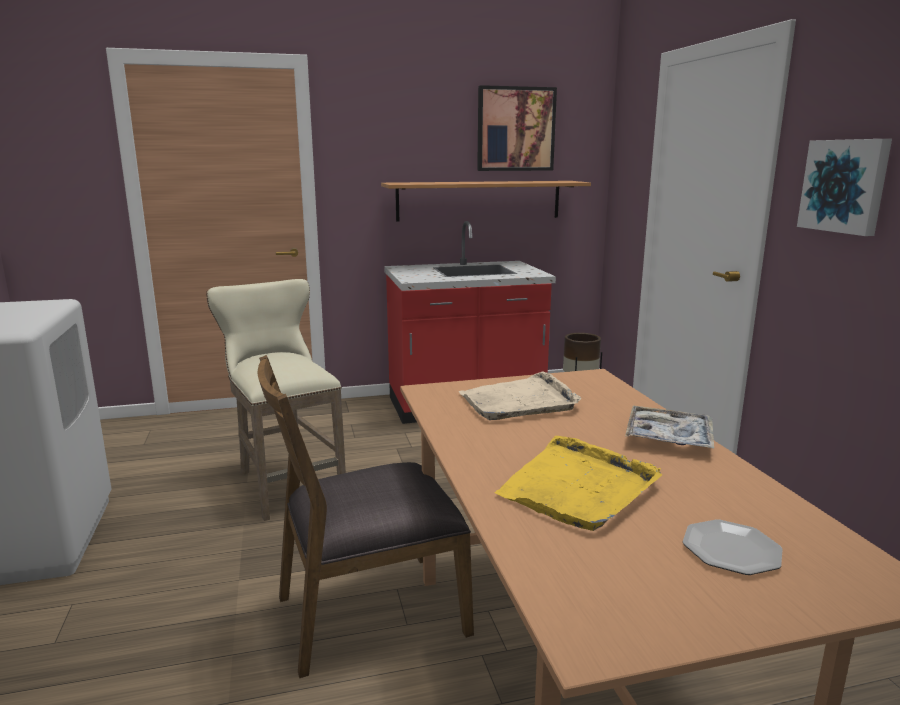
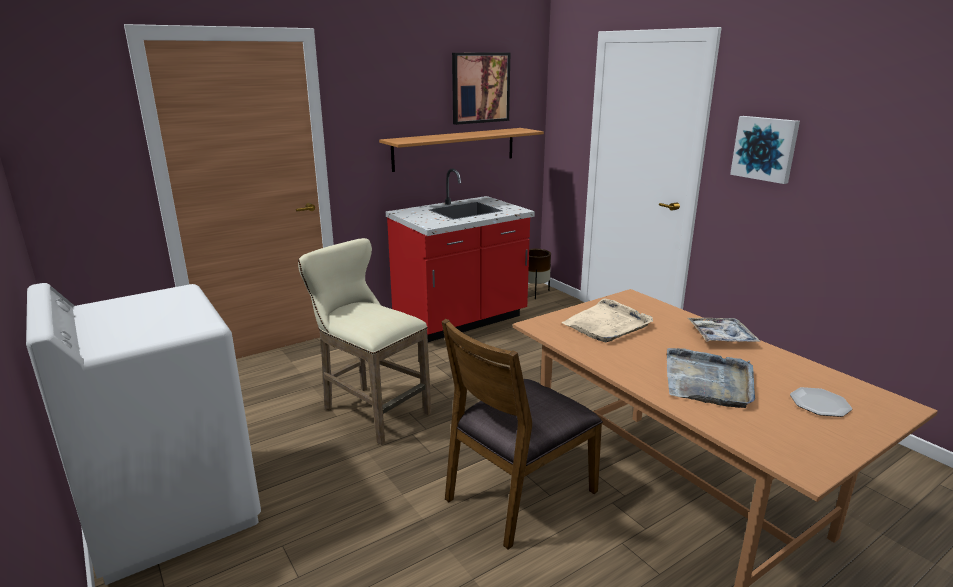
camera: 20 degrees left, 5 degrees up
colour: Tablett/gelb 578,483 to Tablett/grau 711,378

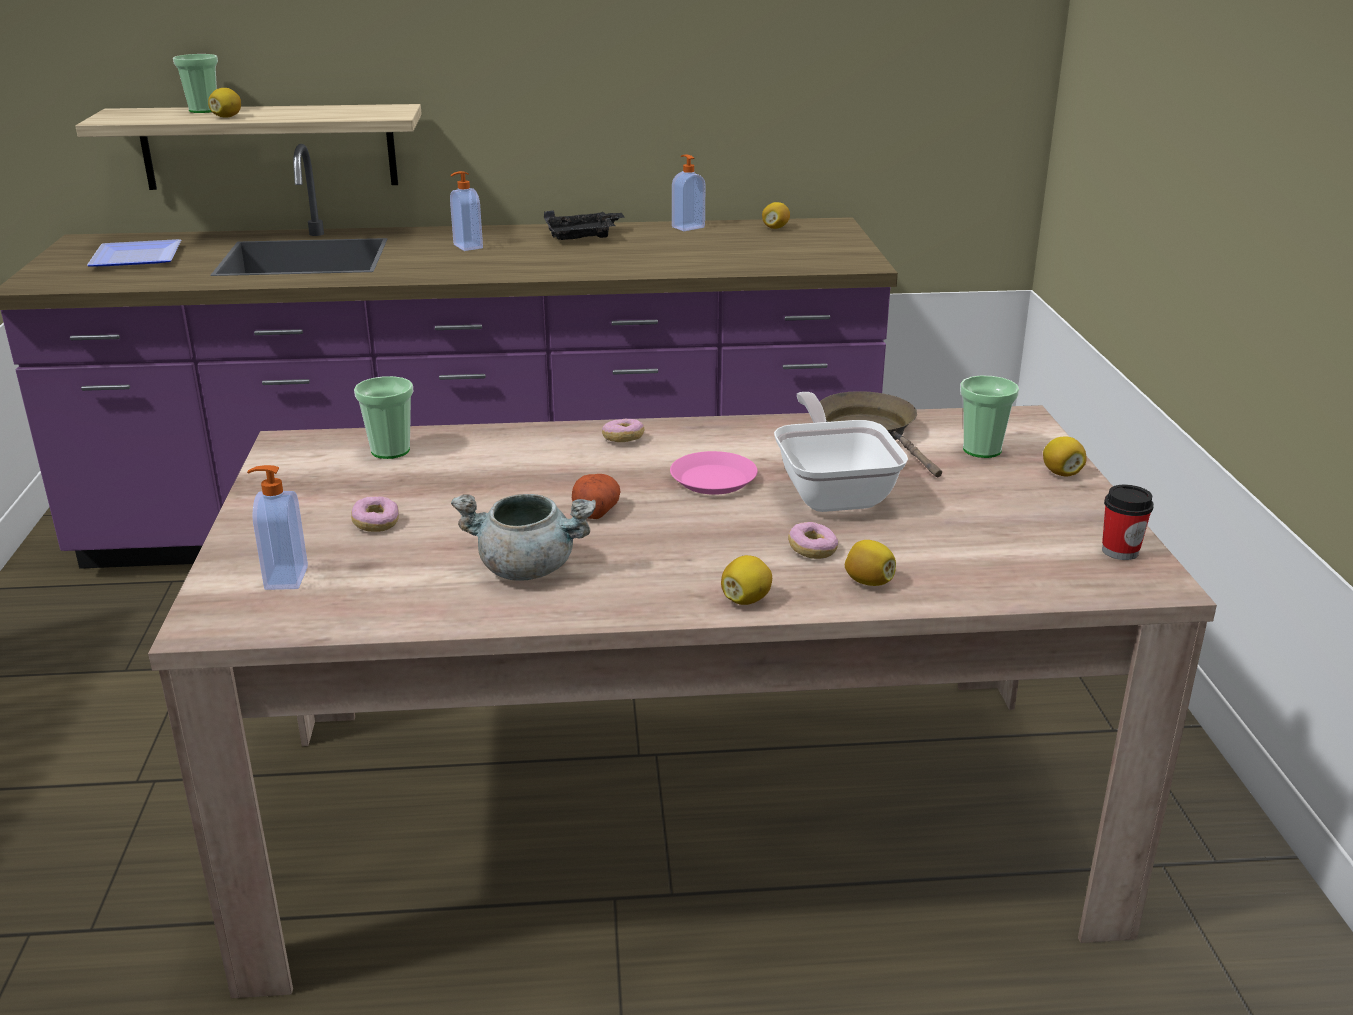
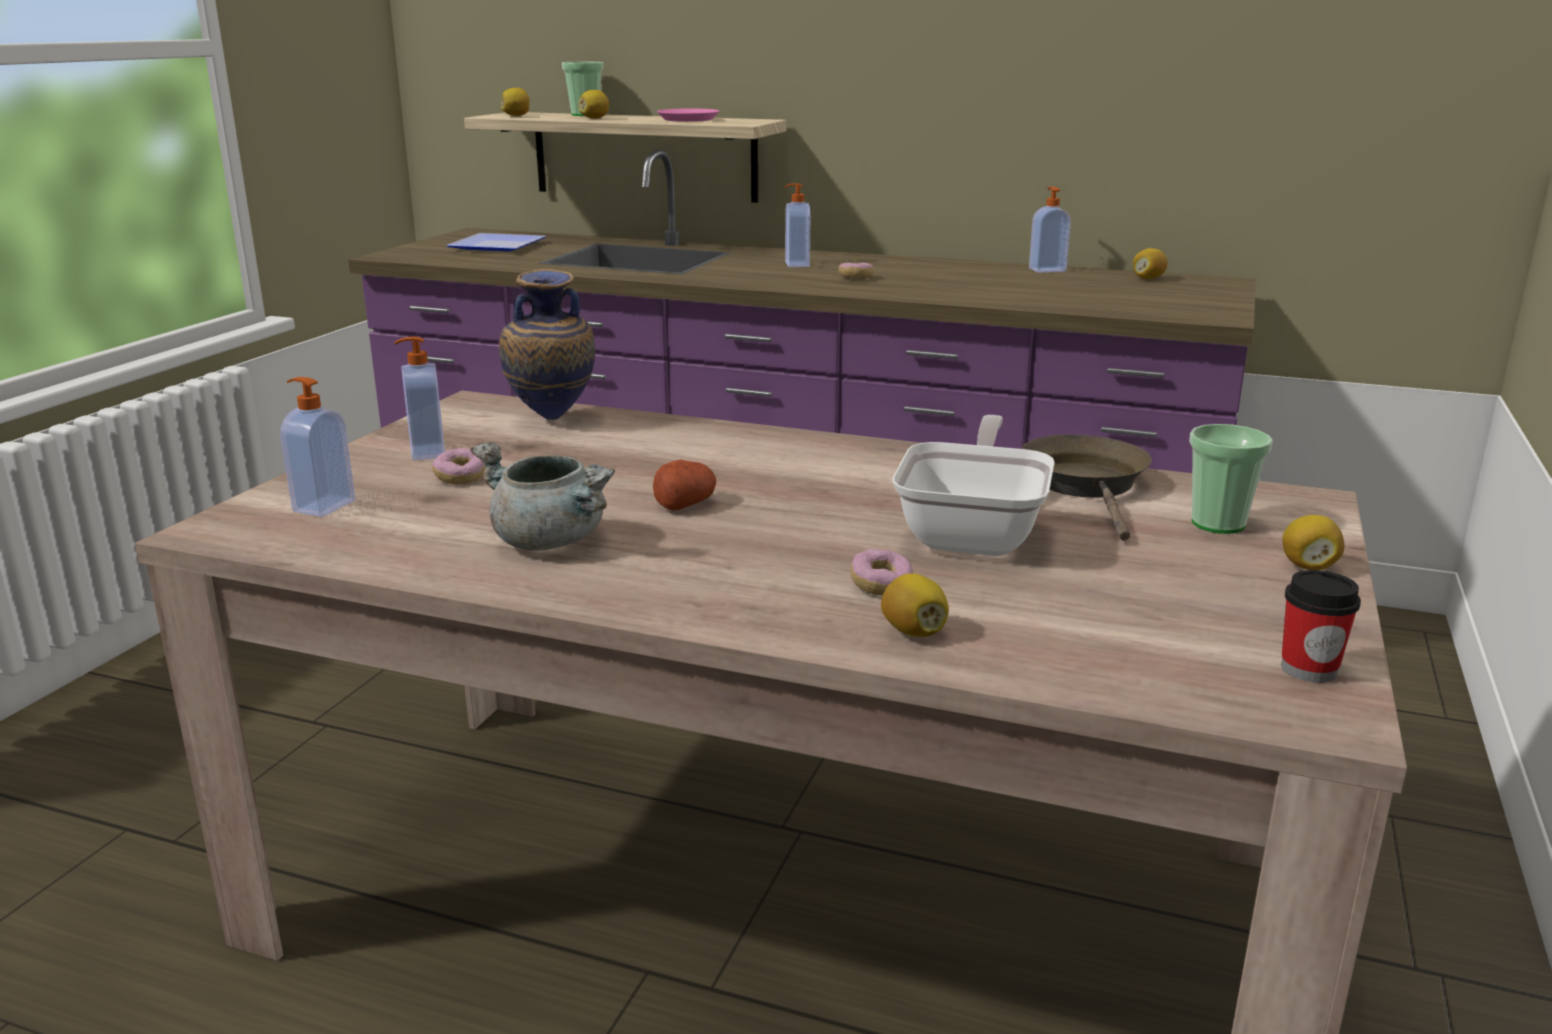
camera: 25 degrees right, 5 degrees down
missing: Tablett/schwarz 584,225
appeared: Seifenspender 419,399
relocated: Zitrone 746,580 to 515,102; Teller/rosa 714,473 to 688,115; Donut 623,430 to 856,269
exchanged: Tasse 383,417 to Vase 547,344

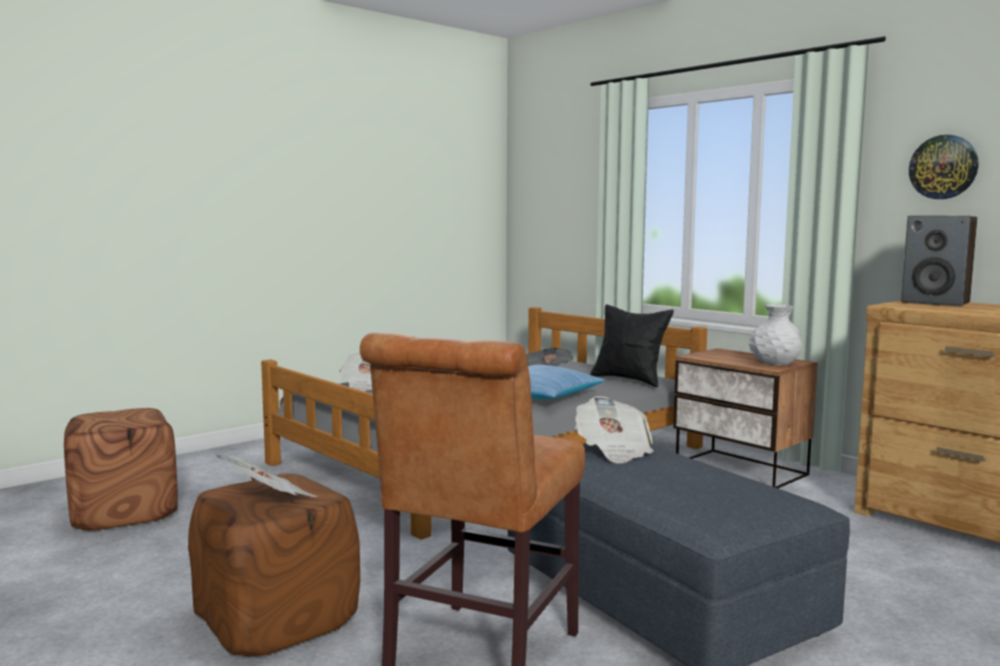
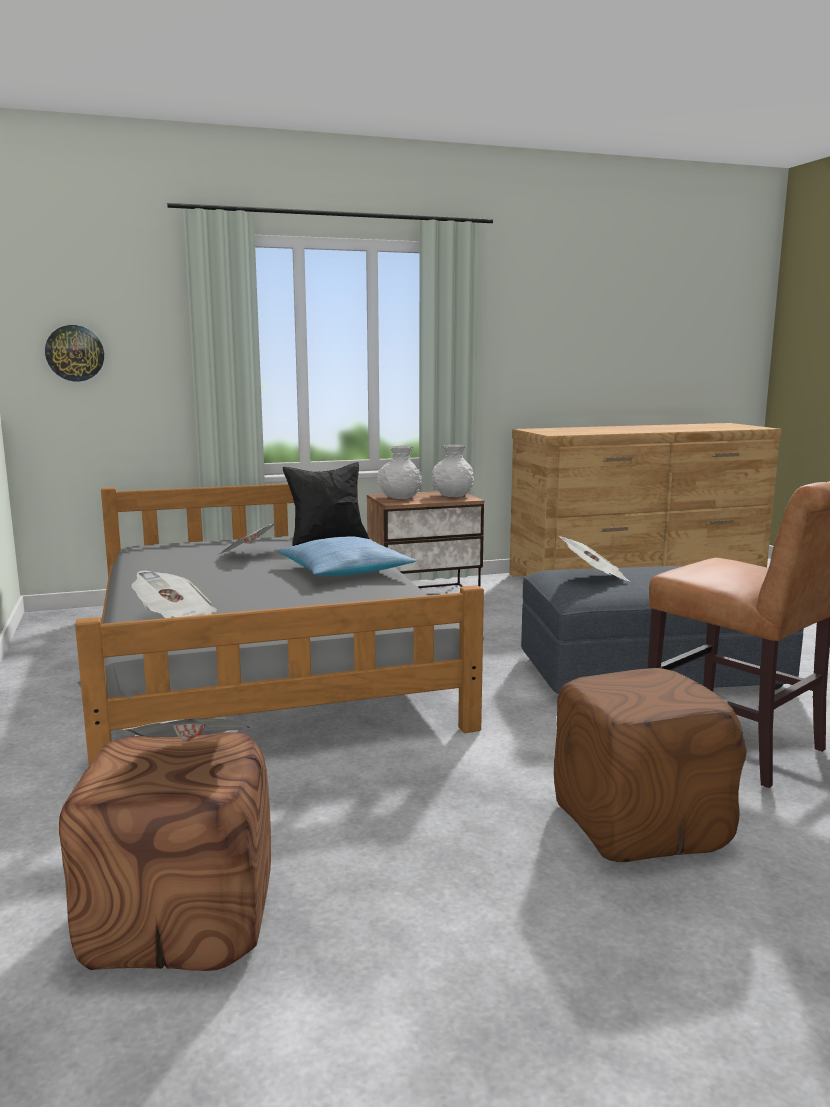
camera: 65 degrees left, 5 degrees up
missing: Lautsprecher 939,261
appeared: Vase/weiß 399,472
relocated: Wanduhr 943,167 to 74,353; Zeitung 264,475 to 184,729

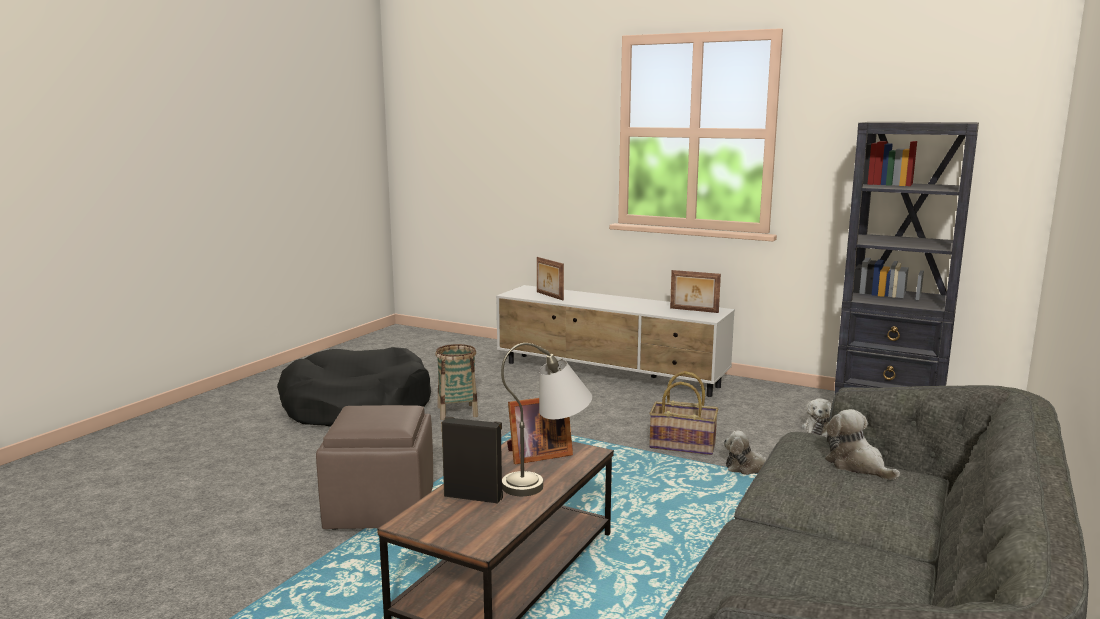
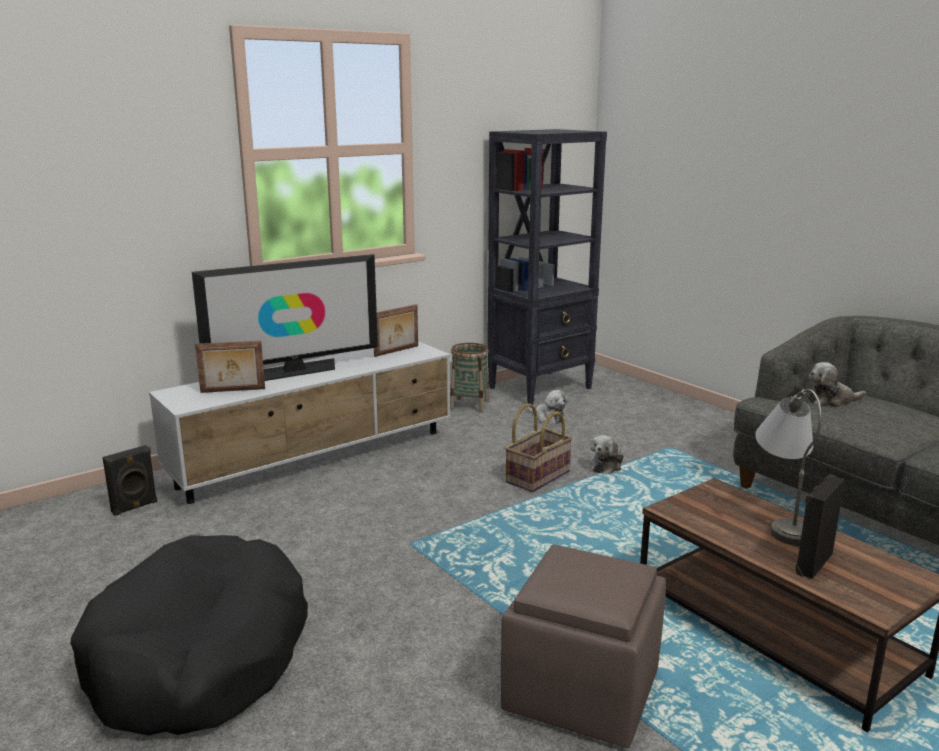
camera: 65 degrees left, 5 degrees up
missing: Bilderrahmen 540,431
appeared: Lautsprecher/schwarz 130,480; Fernseher 285,317
relocated: Korb 456,382 to 470,378

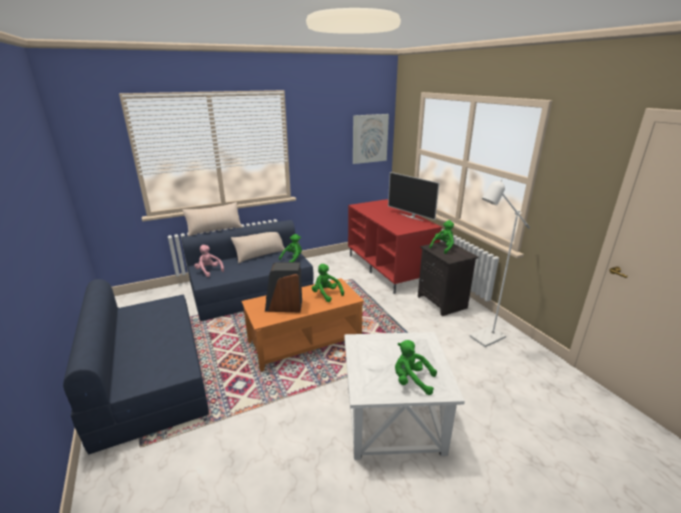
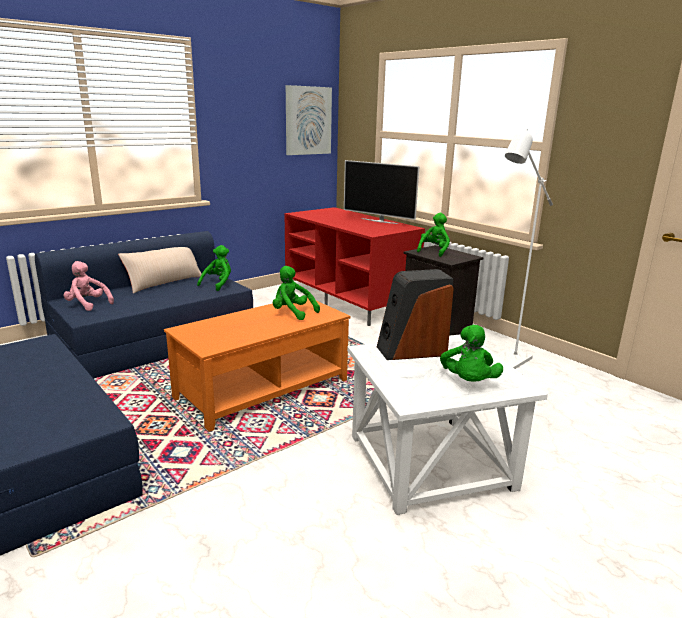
camera: 15 degrees left, 5 degrees down
missing: Kissen/beige 212,219
relocated: Lautsprecher 283,287 to 415,314
spun: Plüschtier/grün 416,367 = 471,353 90 degrees counterclockwise

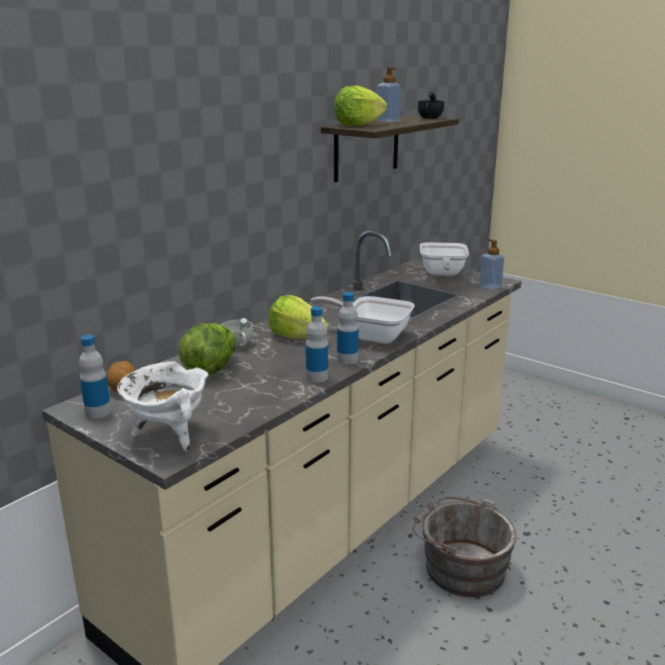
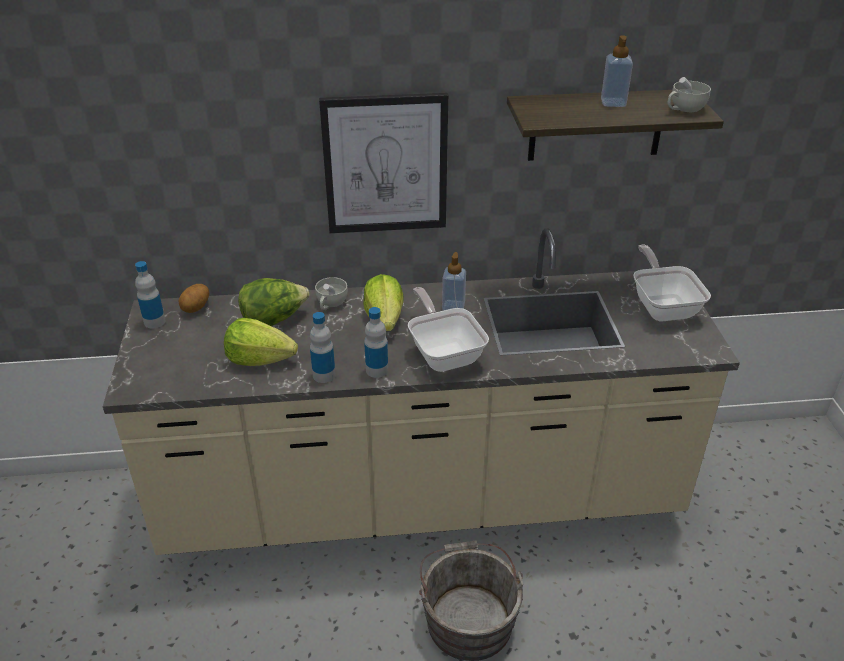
camera: 45 degrees right, 15 degrees up
missing: Kochtopf/weiß 162,406
appeared: Bild 383,163
relocated: Salatkopf 360,105 to 261,342; Seifenspender 491,264 to 454,281
colour: Tasse/schwarz 431,105 to Tasse/weiß 689,94
spun: Pfanne 444,259 = 672,283 120 degrees clockwise

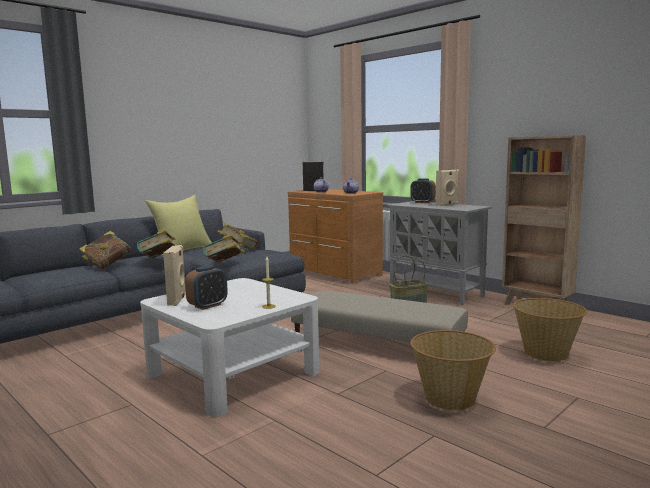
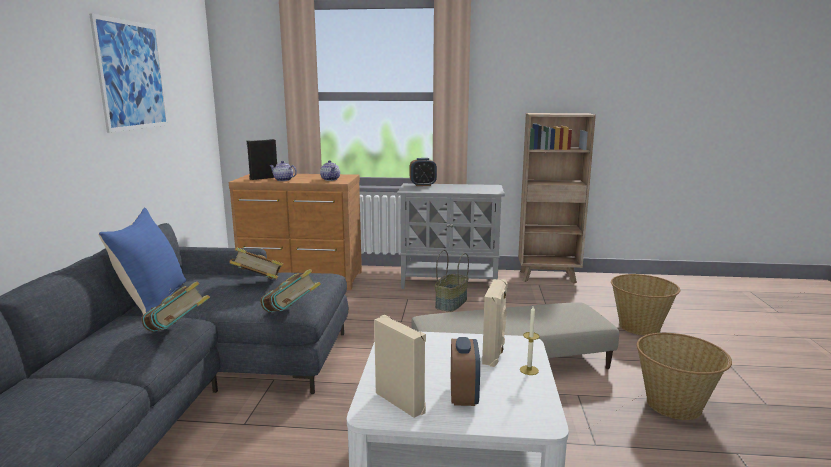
camera: 40 degrees left, 5 degrees up
missing: Buch 105,250
appeared: Bild 129,73
relocated: Lautsprecher/beige 447,188 to 495,323
colour: Kissen/gelb 179,225 to Kissen/blau 142,261

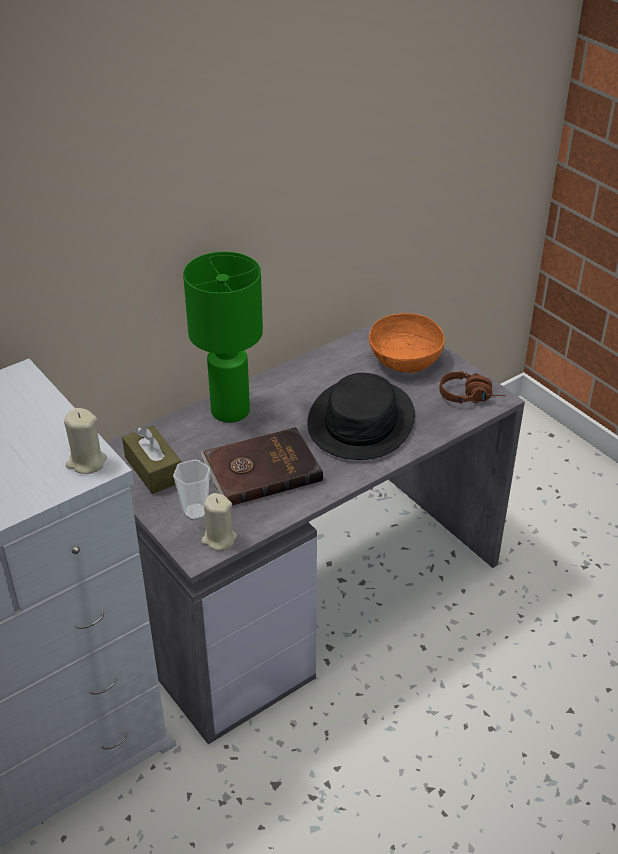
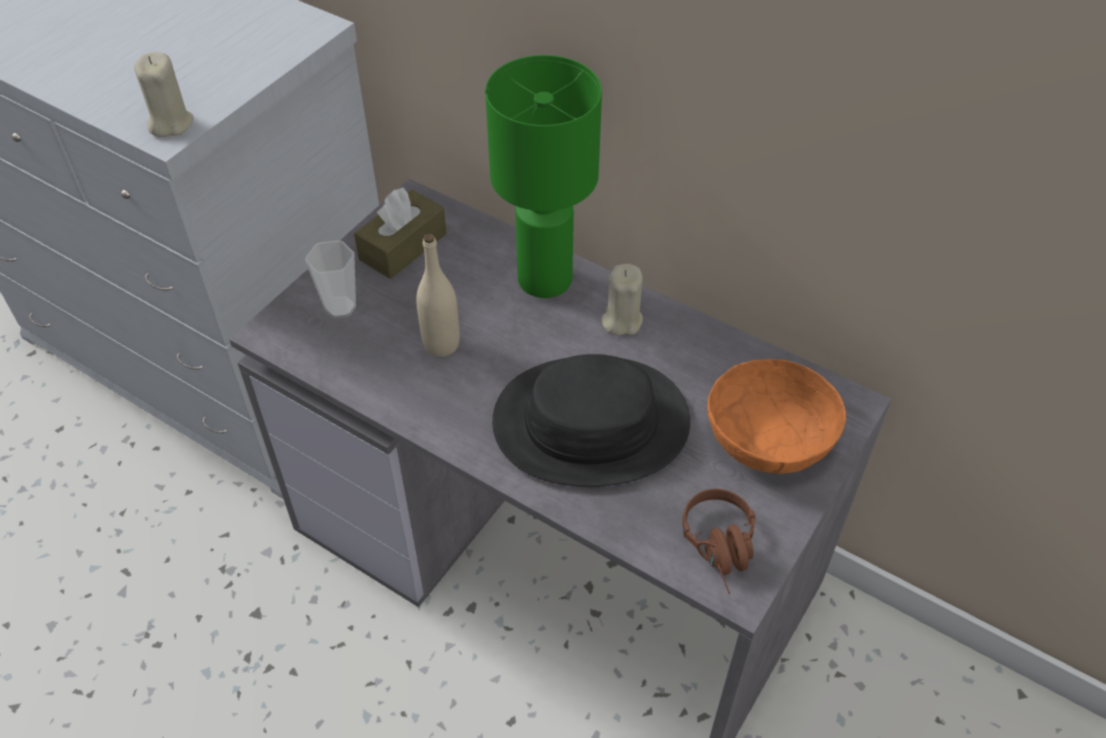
camera: 70 degrees right, 10 degrees up
relocated: Kerze/beige 219,522 to 622,300
exchanged: Buch/braun 261,466 to Flasche/beige 438,295

